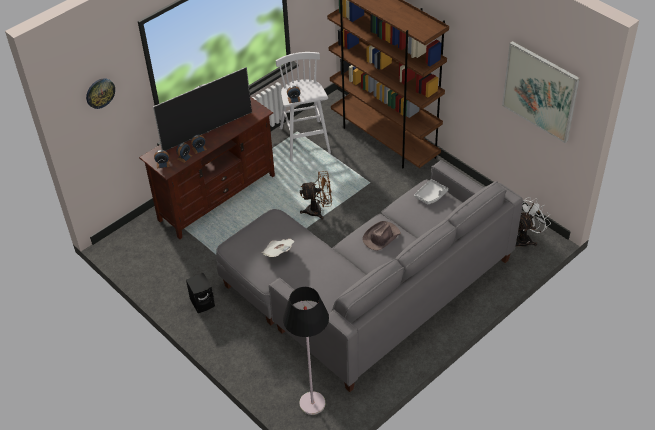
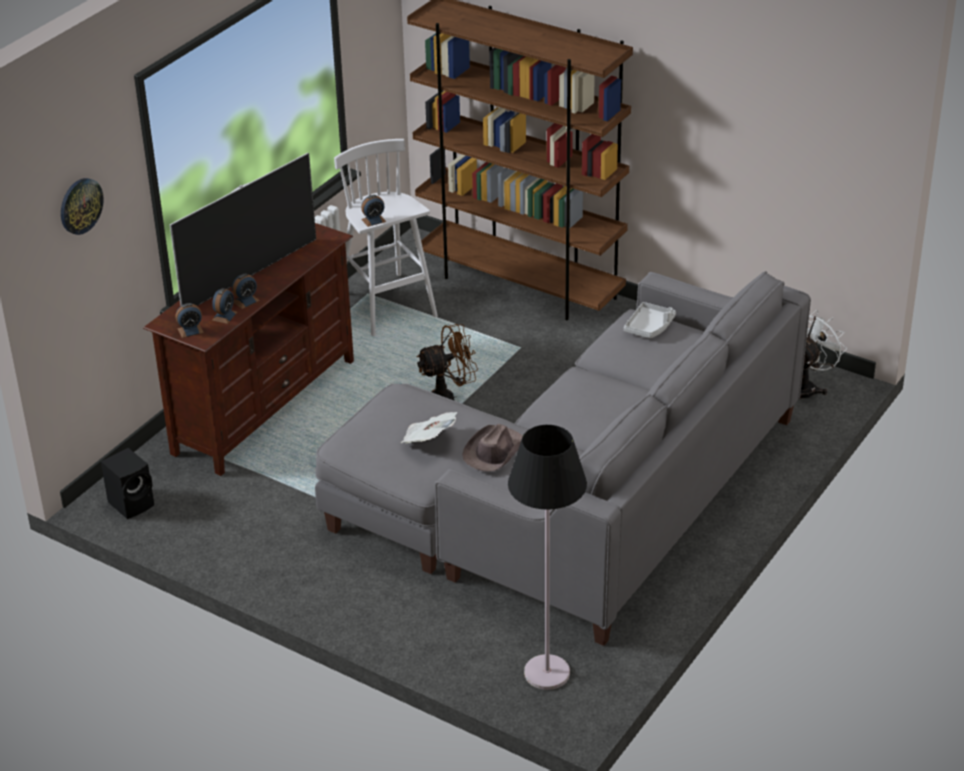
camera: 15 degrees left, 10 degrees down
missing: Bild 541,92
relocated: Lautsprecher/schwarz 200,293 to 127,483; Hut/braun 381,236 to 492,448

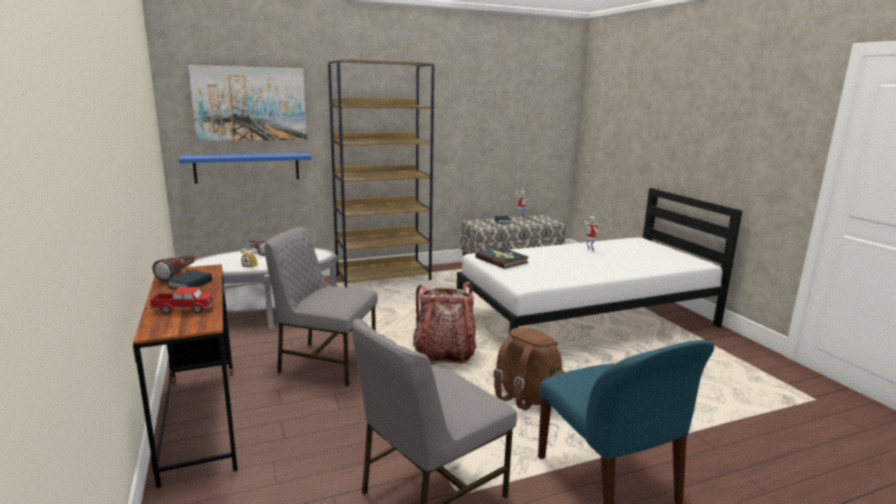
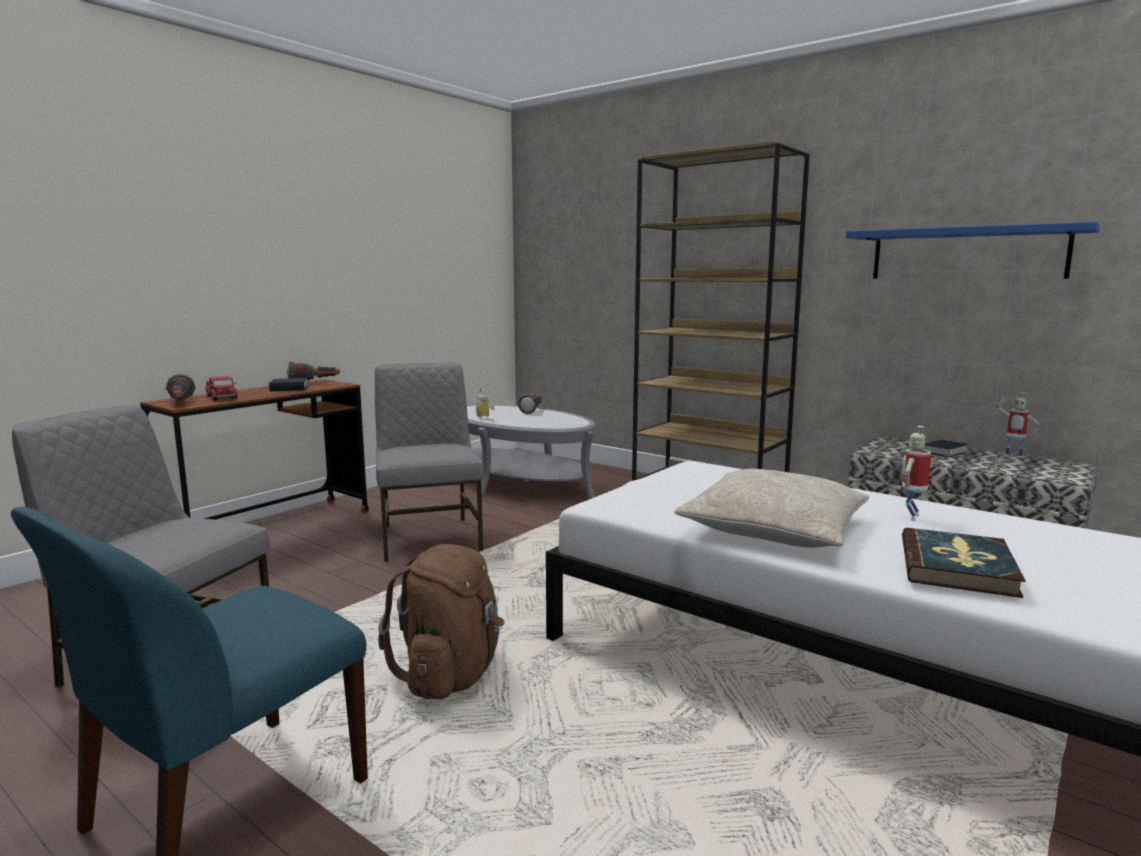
camera: 60 degrees right, 5 degrees down
missing: Bild 247,103; Rucksack 445,322
appeared: Taschenlampe 181,387; Kissen/beige 771,508
relocated: Wandregal/blau 245,168 to 973,250; Buch 502,258 to 964,563

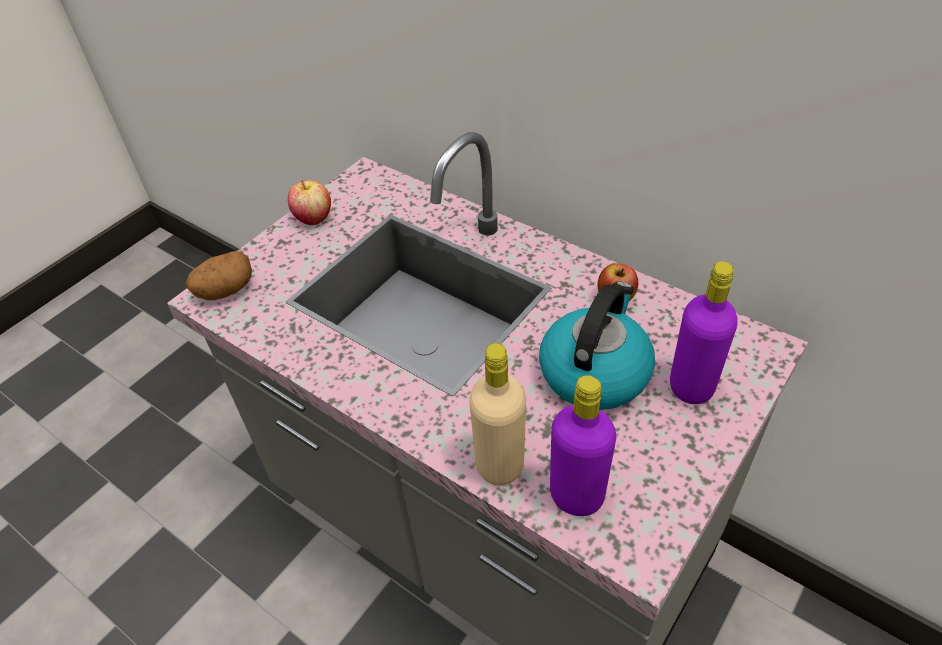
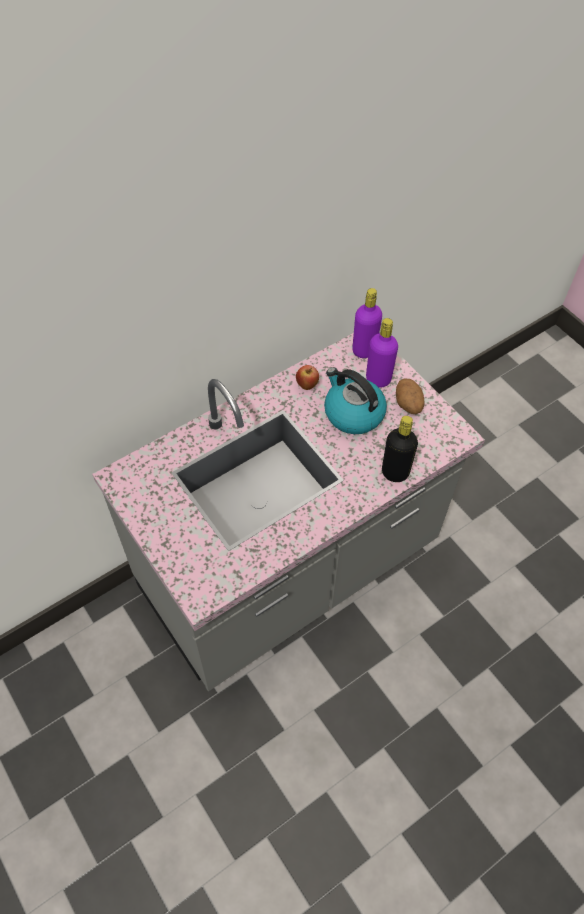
camera: 75 degrees left, 10 degrees up
missing: Apfel 309,202
relocated: Flasche/lila 583,445 to 367,323; Kartoffel 219,275 to 410,396
colour: Flasche/beige 497,414 to Flasche/schwarz 400,449

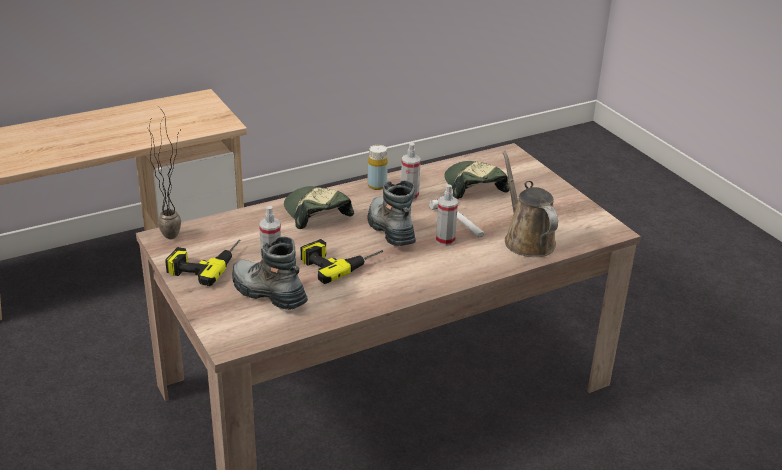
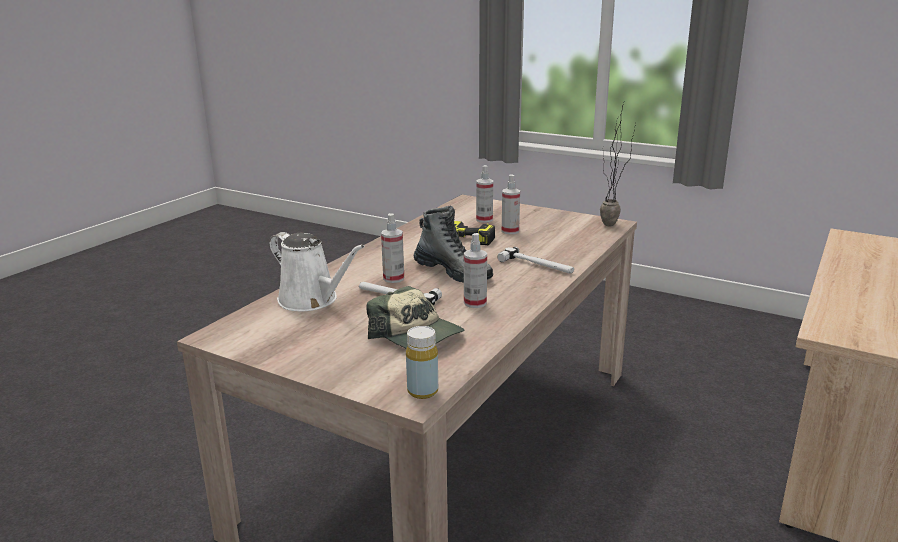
camera: 150 degrees right, 10 degrees down
missing: Bohrmaschine 202,262
relocated: Flasche/gelb 377,167 to 422,362
exchanged: Stiefel 270,273 to Sprühflasche 484,194; Kappe 319,207 to Hammer 535,260
colour: Gießkanne/braun 530,204 to Gießkanne/weiß 317,271

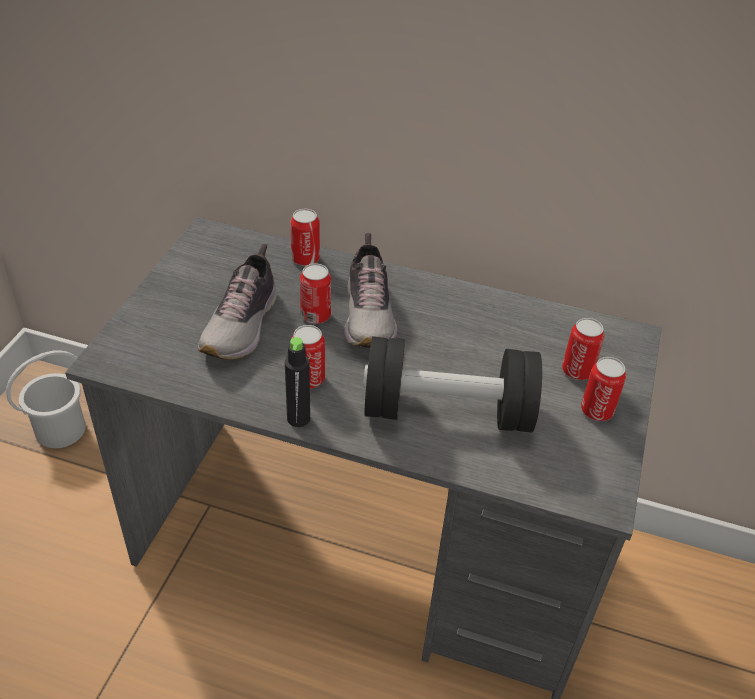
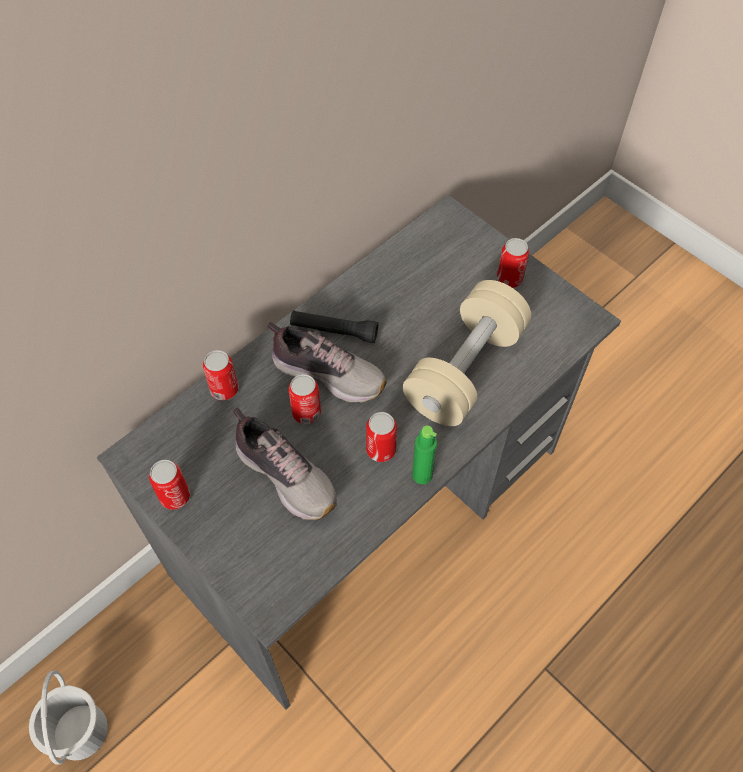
camera: 60 degrees left, 15 degrees up
appeared: Taschenlampe/schwarz 334,326
relocated: Dose 583,349 to 169,485
colour: Hantel/schwarz 452,384 to Hantel/beige 467,353; Flasche/schwarz 297,382 to Flasche/grün 424,454

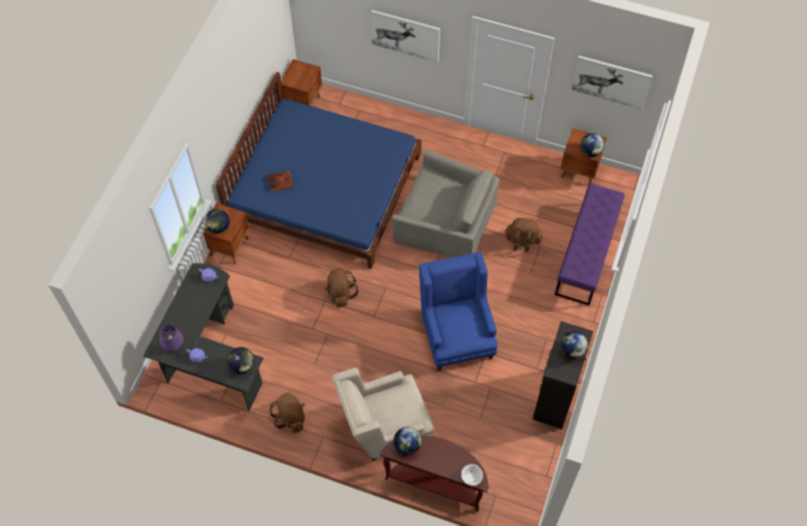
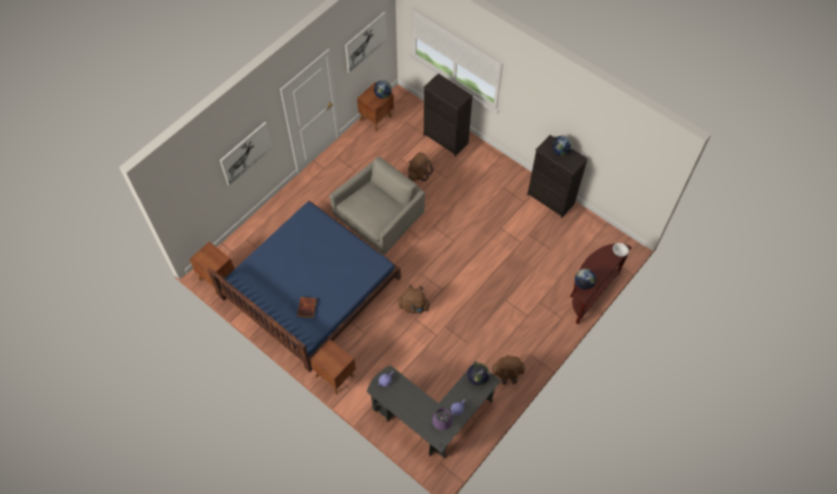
camera: 70 degrees left, 0 degrees up
missing: Globus 217,221; Sessel/beige 383,414; Sessel/blau 458,311
exchanged: Bank/lila 590,245 to Kommode/schwarz 448,114

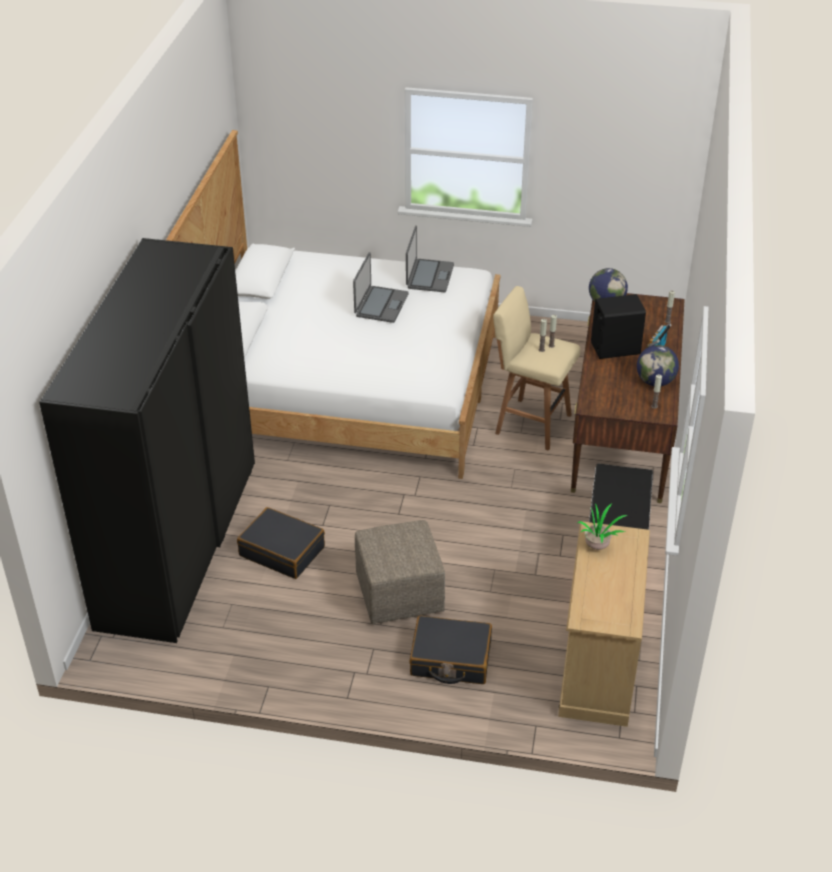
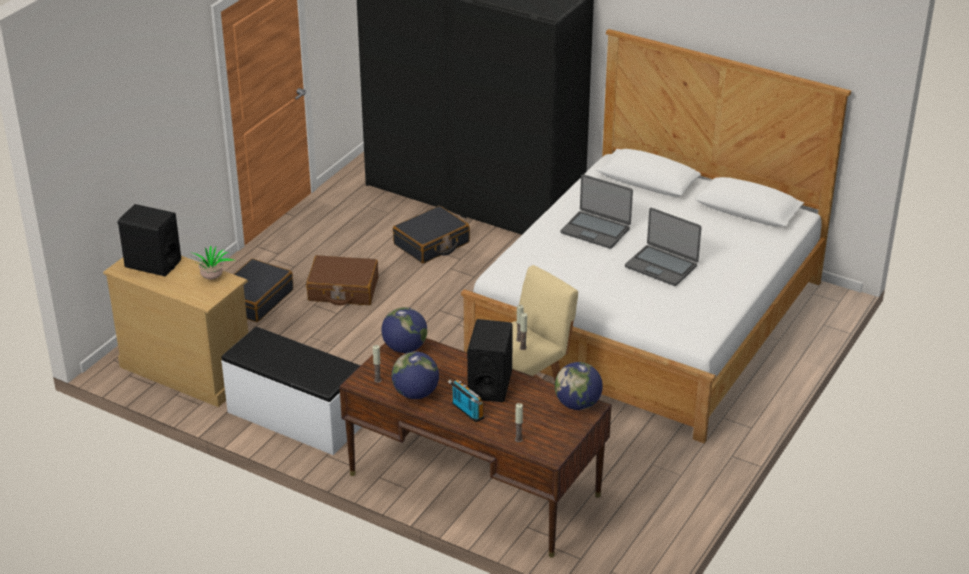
camera: 110 degrees right, 5 degrees down
appeared: Lautsprecher/schwarz 149,240; Globus 404,330
relocated: Laptop 430,259 to 596,211
exchanged: Polsterhocker/beige 400,572 to Koffer/braun 342,280

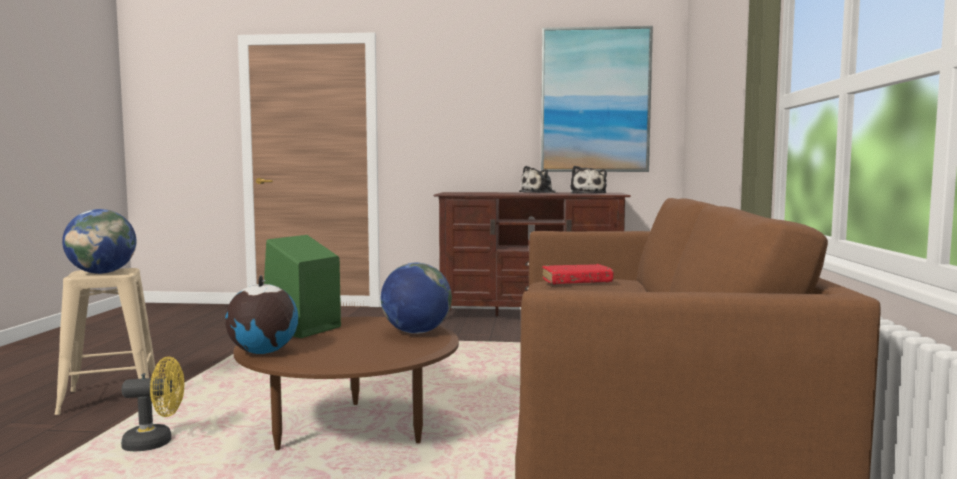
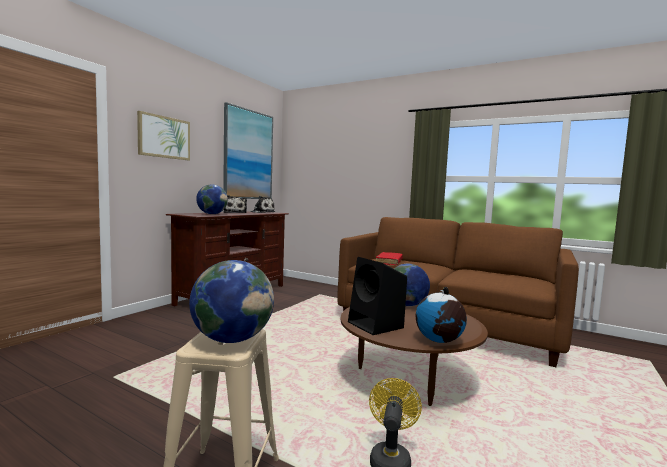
camera: 65 degrees left, 0 degrees up
appeared: Bild 163,135; Globus 212,199
colour: Lautsprecher/grün 302,286 to Lautsprecher/schwarz 377,296

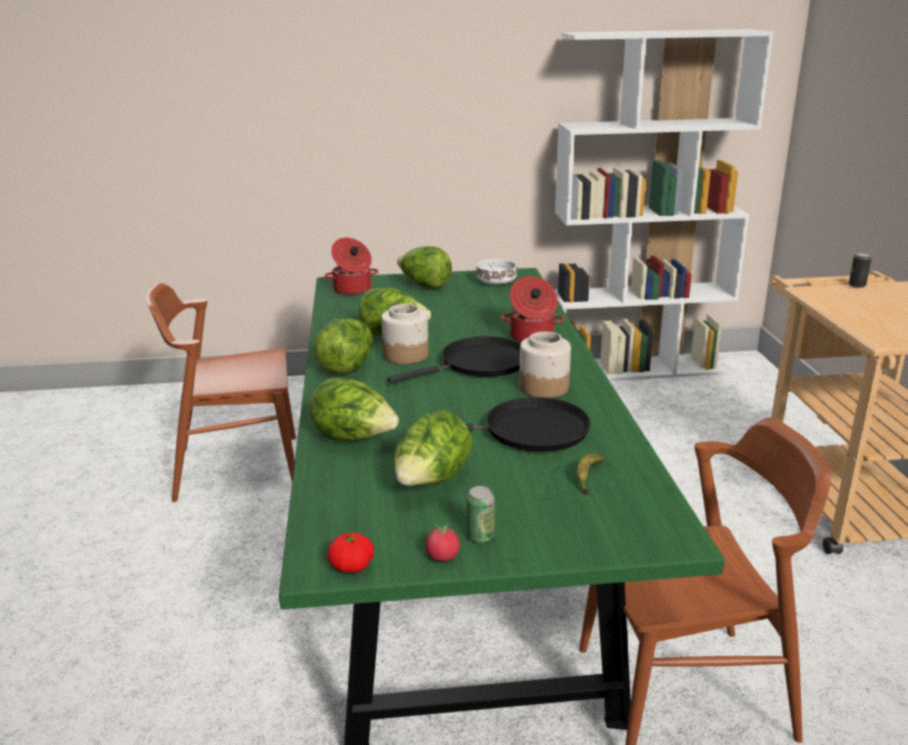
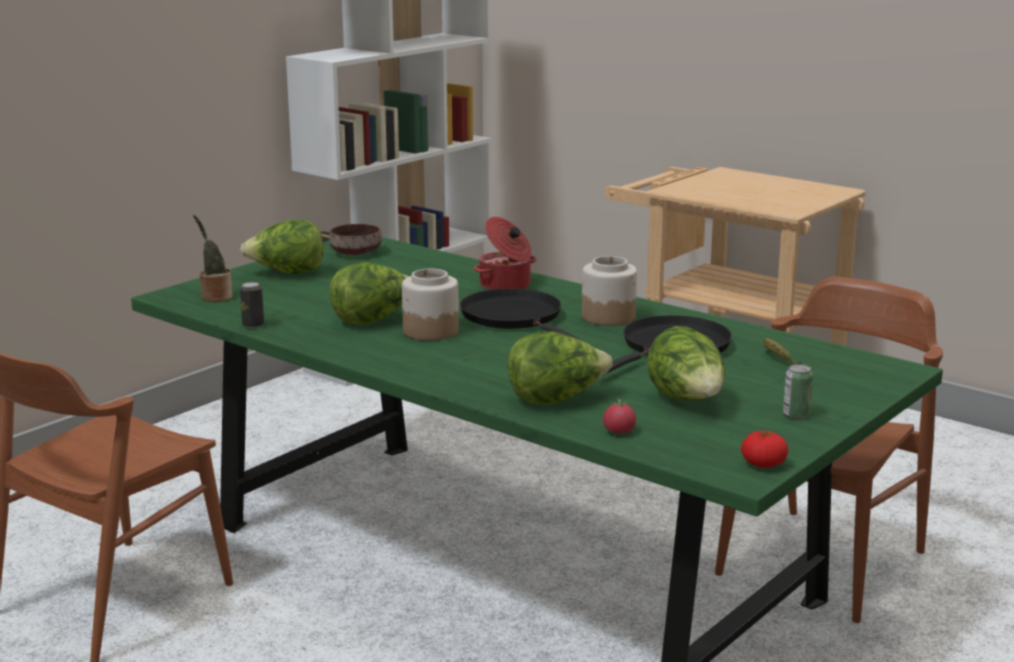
camera: 45 degrees left, 5 degrees down
missing: Salatkopf 343,346
relocated: Dose 860,270 to 252,305; Tomate 443,541 to 619,415
exchanged: Kochtopf 352,266 to Topfpflanze 213,258
colour: Schüssel/weiß 496,272 to Schüssel/braun 355,239
spun: Pfanne/schwarz 454,359 = 522,315 45 degrees counterclockwise

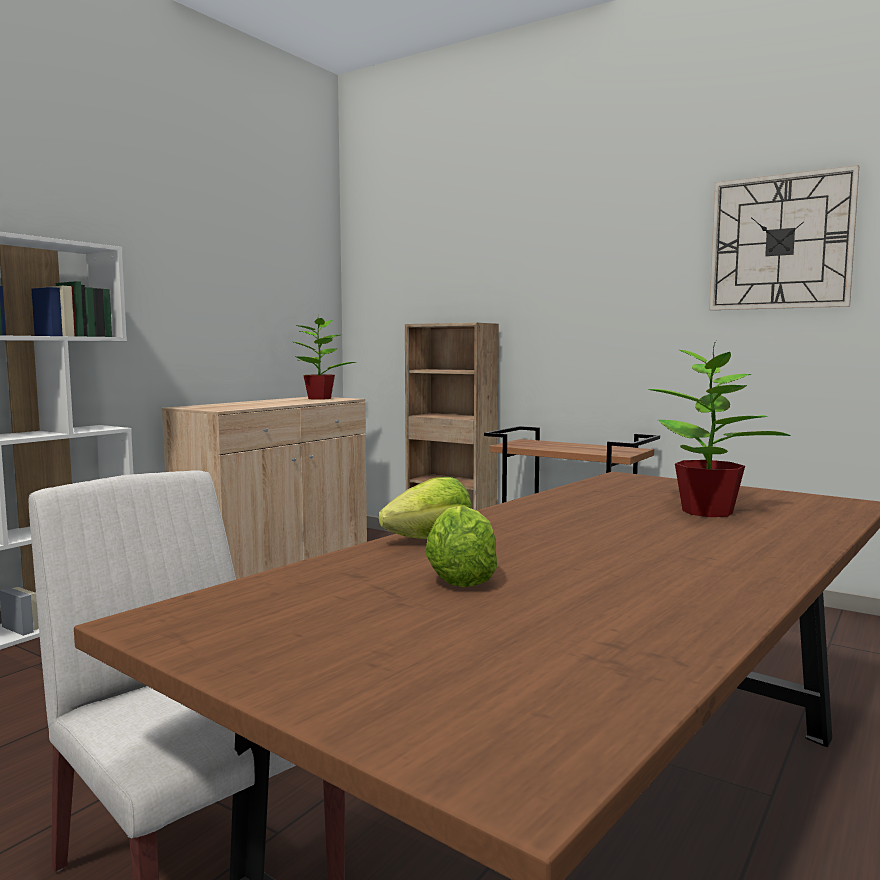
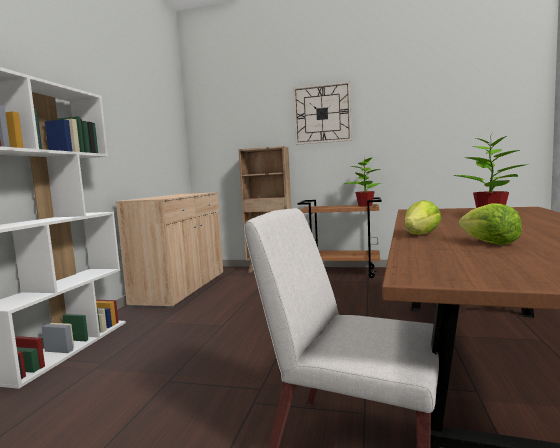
camera: 20 degrees left, 0 degrees up
relocated: Wanduhr 784,237 to 322,113; Topfpflanze 325,359 to 362,181

